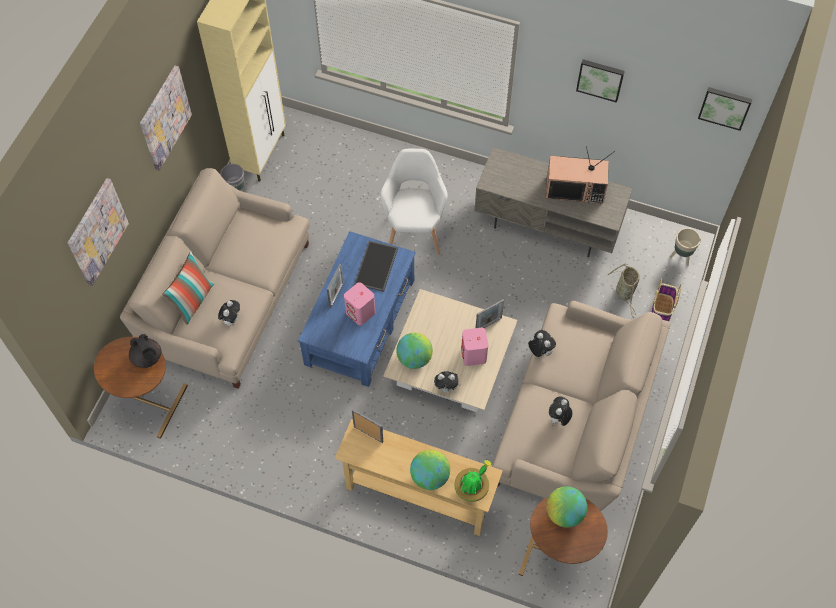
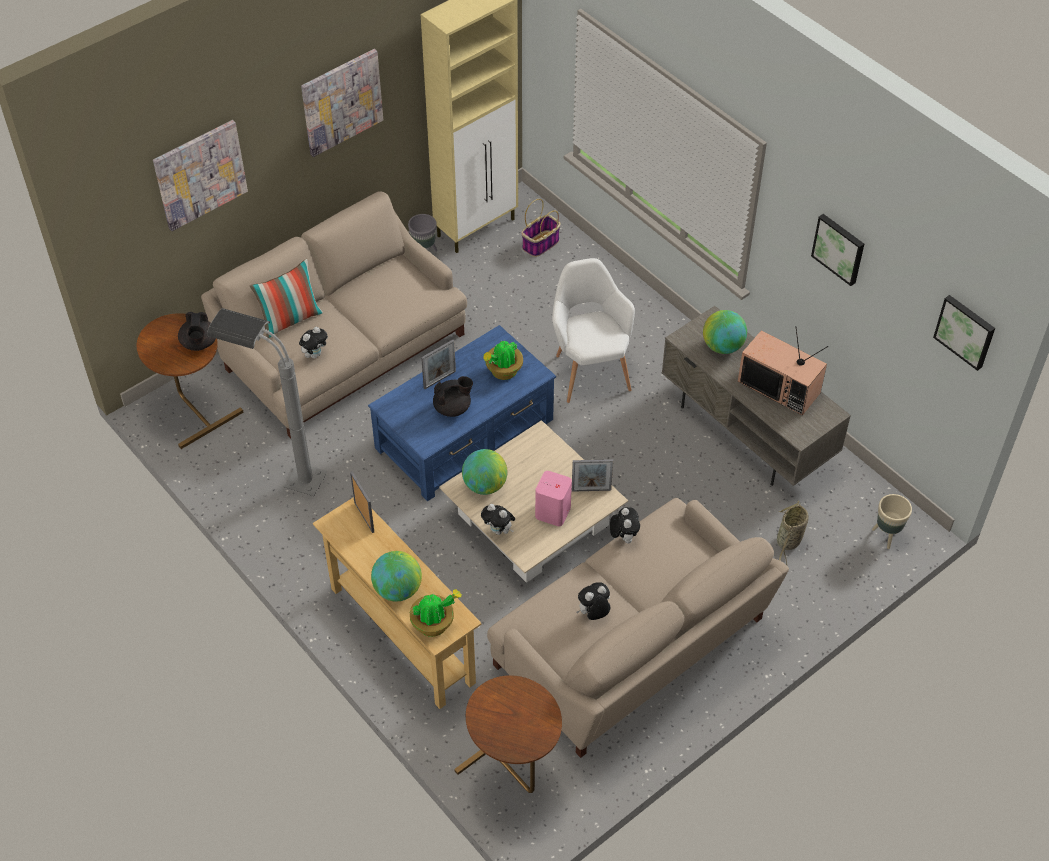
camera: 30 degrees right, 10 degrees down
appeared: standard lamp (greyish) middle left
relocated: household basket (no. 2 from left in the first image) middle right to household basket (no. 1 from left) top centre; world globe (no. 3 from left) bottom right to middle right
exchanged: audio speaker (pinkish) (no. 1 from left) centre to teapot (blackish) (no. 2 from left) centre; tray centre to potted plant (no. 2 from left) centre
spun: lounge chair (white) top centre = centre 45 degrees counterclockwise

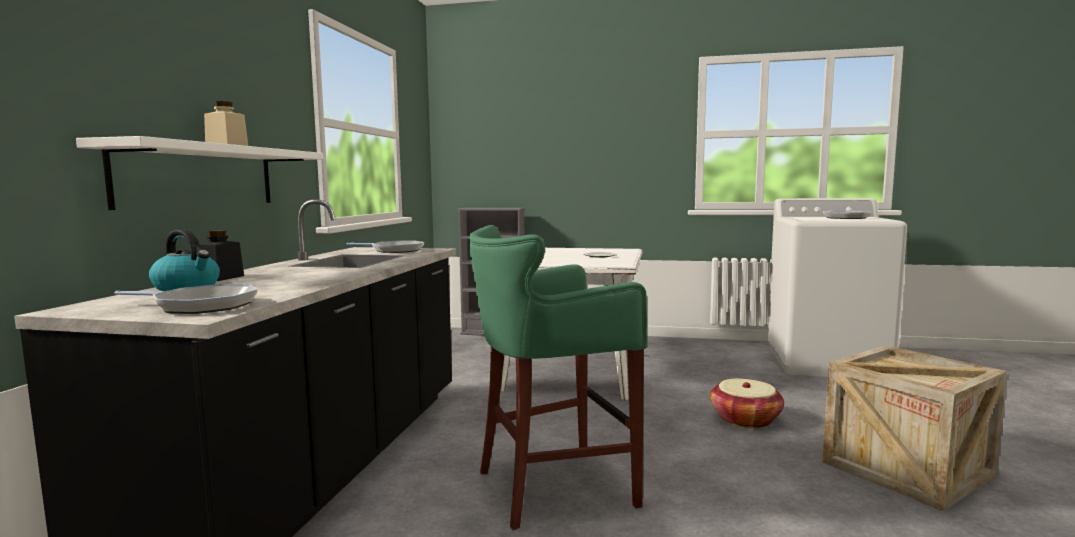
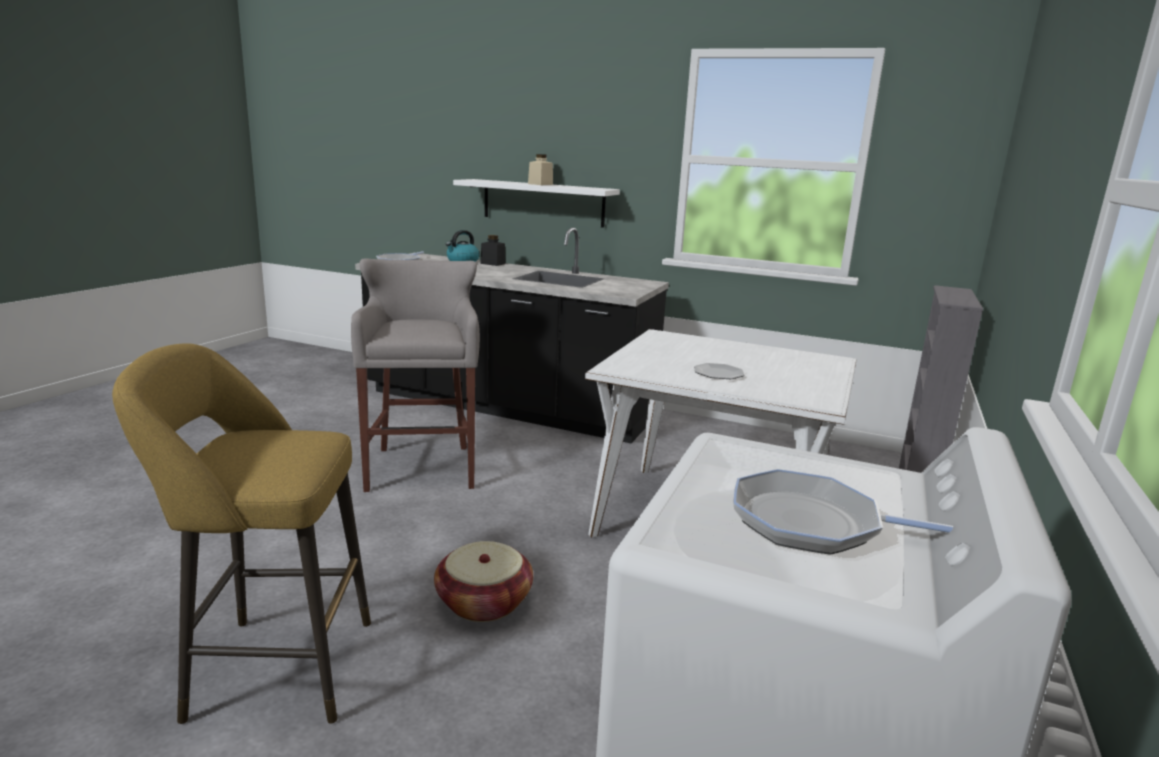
camera: 100 degrees right, 10 degrees up
missing: pan (no. 2 from left) centre
exchanged: crate bottom right to stool seat (yellowish) bottom left
colour: stool seat (green-coloured) bottom centre to stool seat (greyish) centre

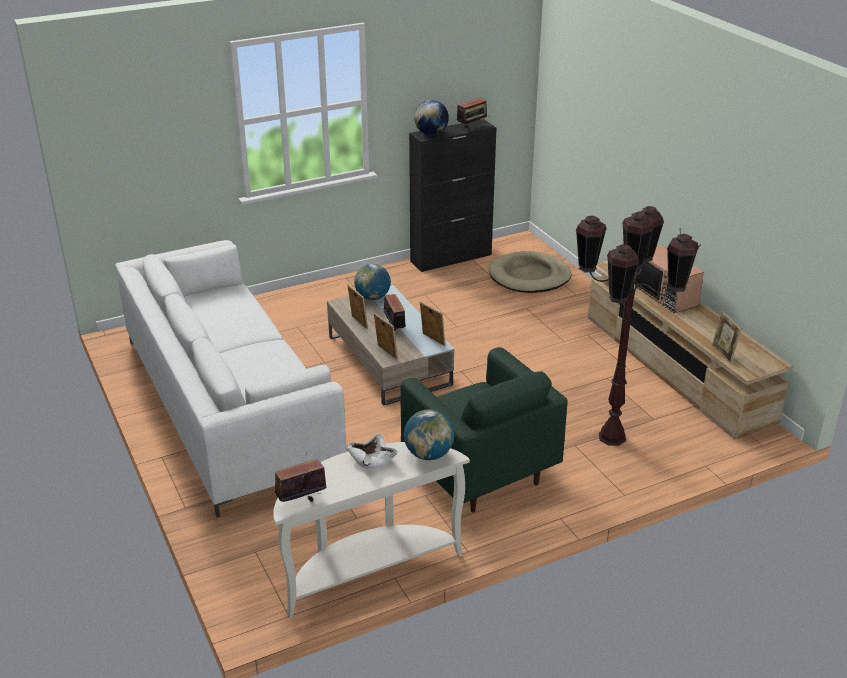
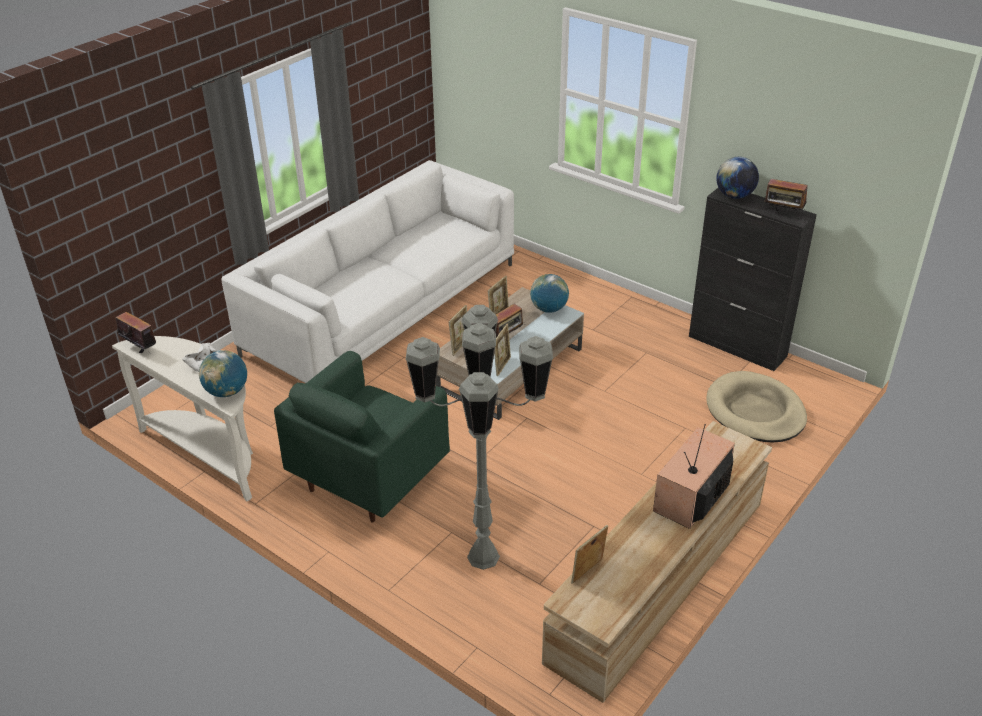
camera: 65 degrees right, 5 degrees up
colour: standard lamp (brown) middle right to standard lamp (greyish) centre

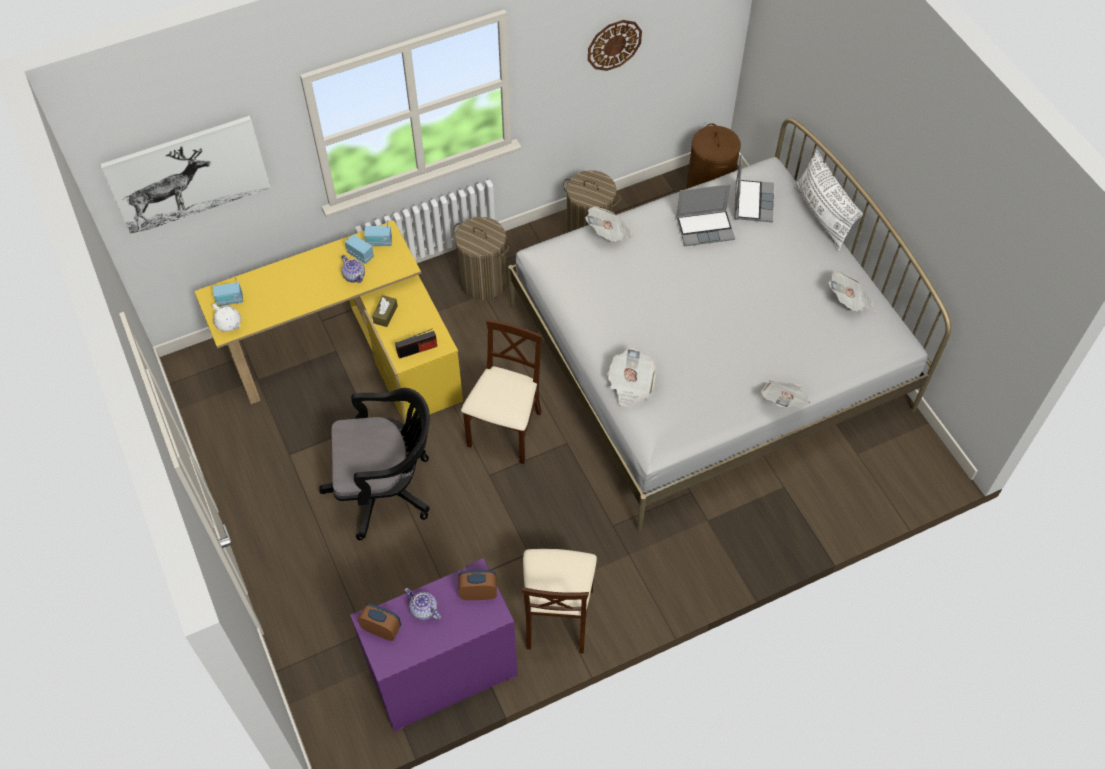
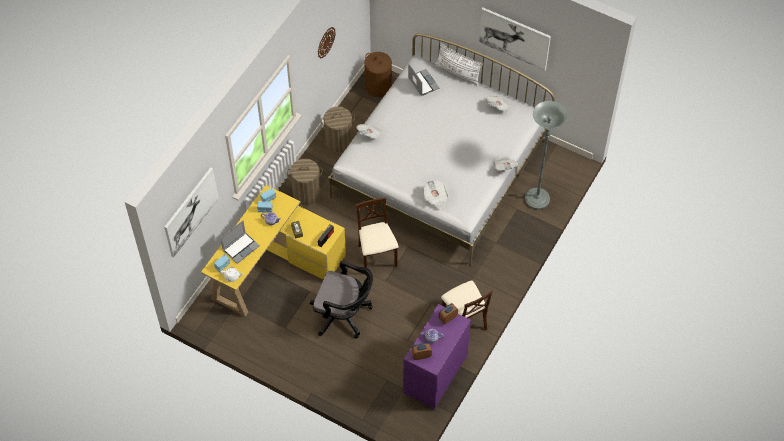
camera: 35 degrees left, 0 degrees up
appeared: picture (no. 2 from left) top centre; standard lamp (greyish) middle right
relocated: notebook computer (no. 1 from left) top centre to middle left
spun: desk chair (blackish) centre = bottom centre 60 degrees clockwise

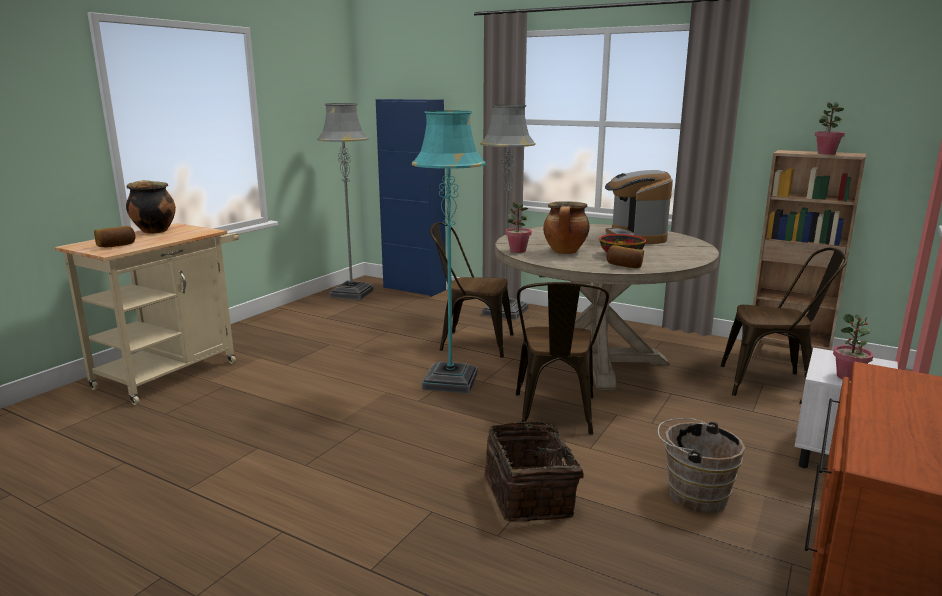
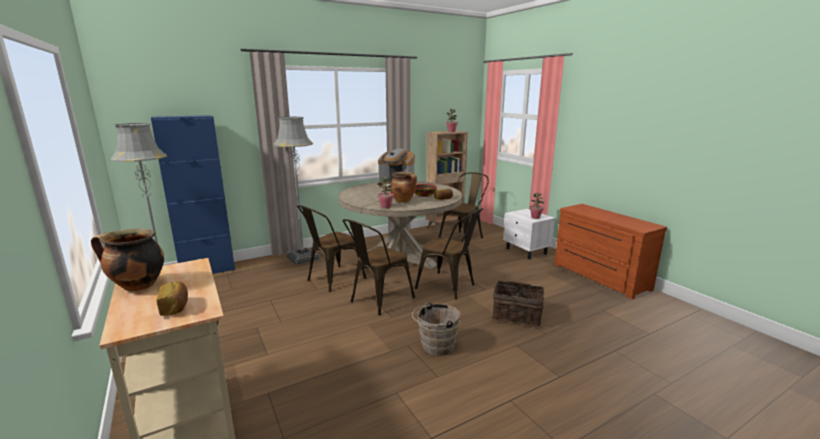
camera: 60 degrees left, 0 degrees up
relocated: water bucket (brown) bottom right to bottom centre
exchanged: standard lamp (turquoise) centre to upright chair (brown) (no. 2 from left) centre

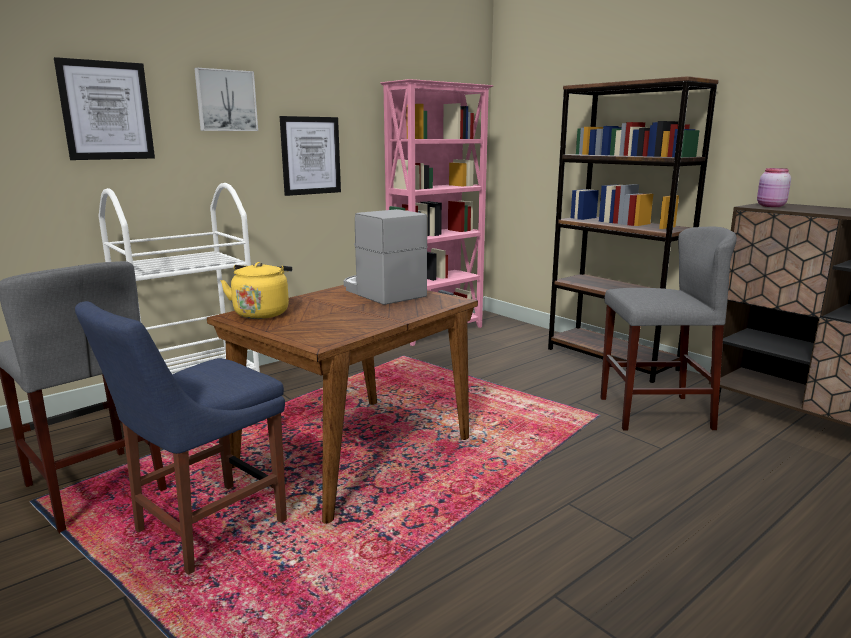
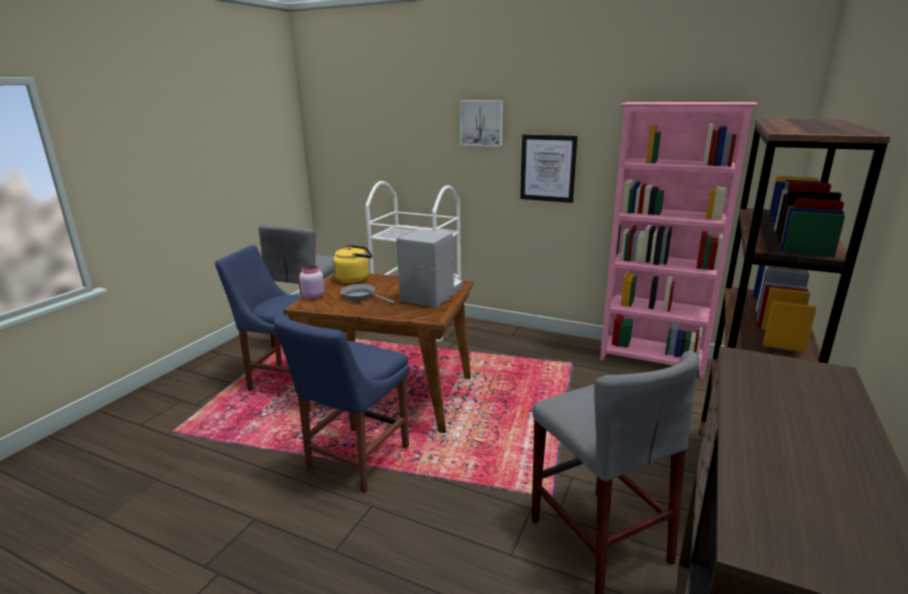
camera: 65 degrees right, 5 degrees up
missing: picture (no. 1 from left) top left
appeared: upright chair (bluish) (no. 2 from left) bottom centre; pan (greyish) centre
relocated: jar (pinkish) top right to centre

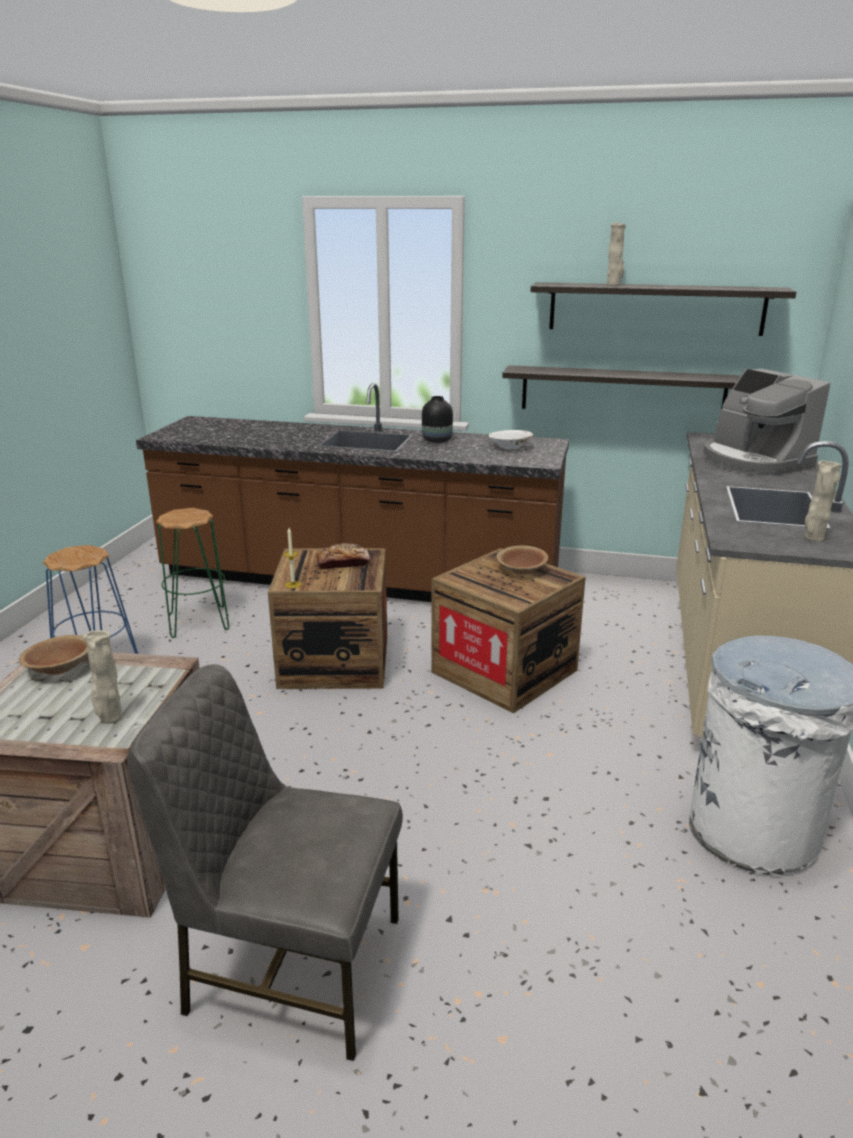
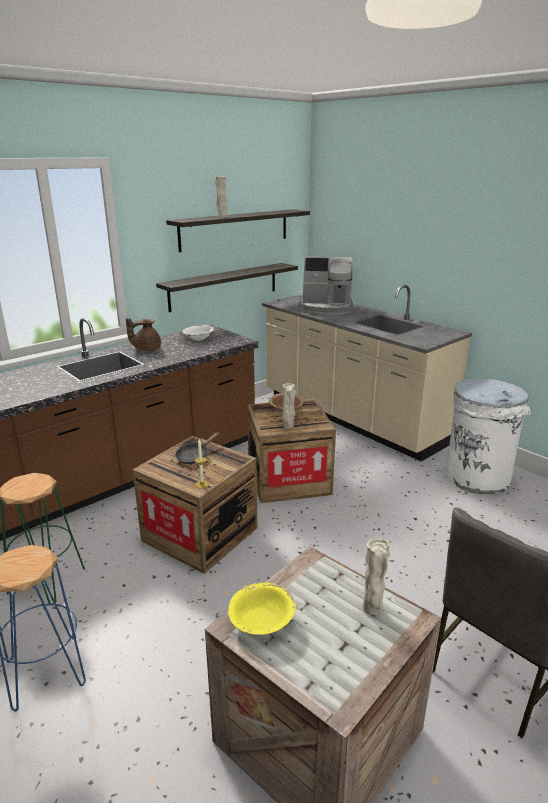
camera: 55 degrees left, 0 degrees up
relocated: flower vase (beige-coloured) (no. 3 from left in the first image) middle right to flower vase (beige-coloured) (no. 2 from left) centre
exchanged: flower vase (blackish) centre to teapot (brown) middle left; baked bread centre to pan (blackish) centre
colour: deep dish (brown) (no. 1 from left) middle left to deep dish (yellowish) bottom centre

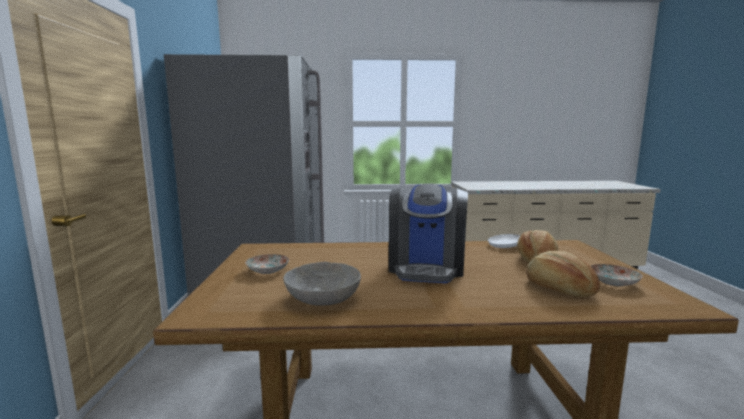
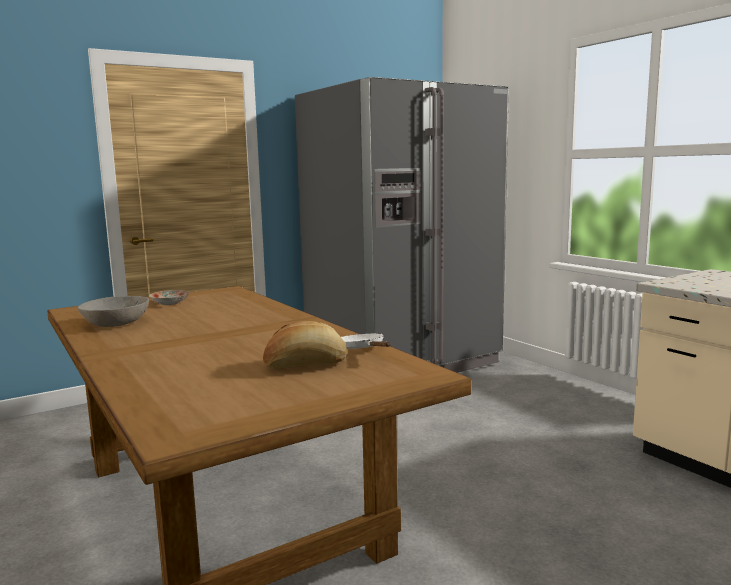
camera: 60 degrees right, 0 degrees up
missing: coffee maker centre; baked bread (no. 2 from left) middle right; flat dish (no. 2 from left) middle right

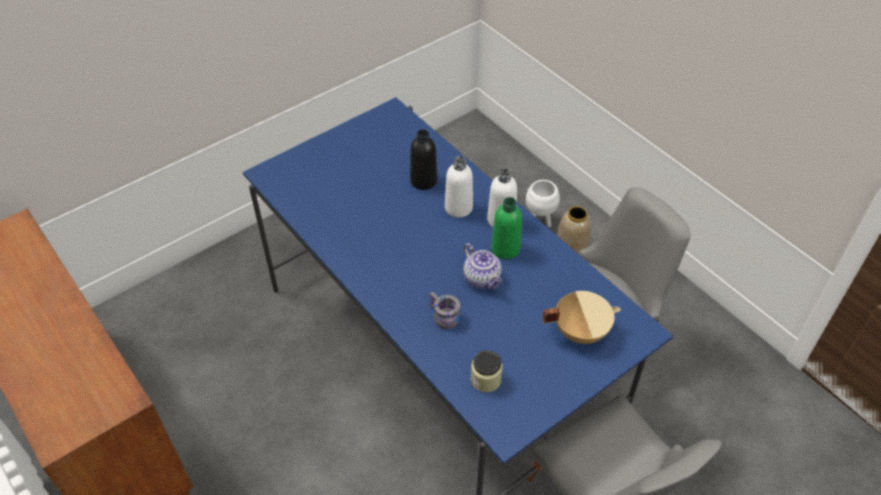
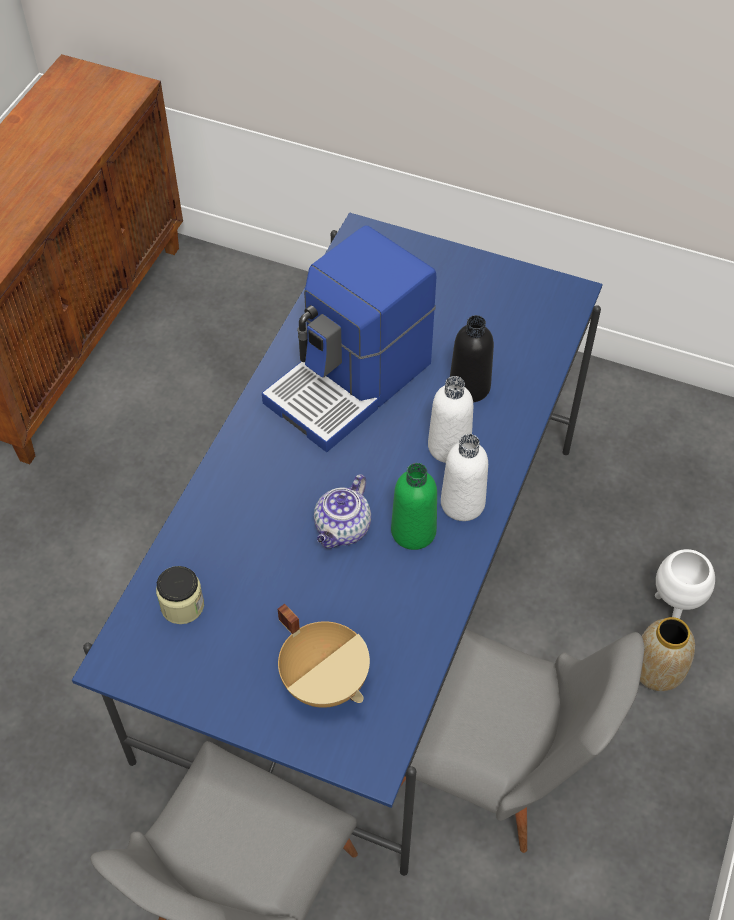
camera: 60 degrees right, 5 degrees up
missing: tea mug (greyish) centre
appeared: coffee maker centre

